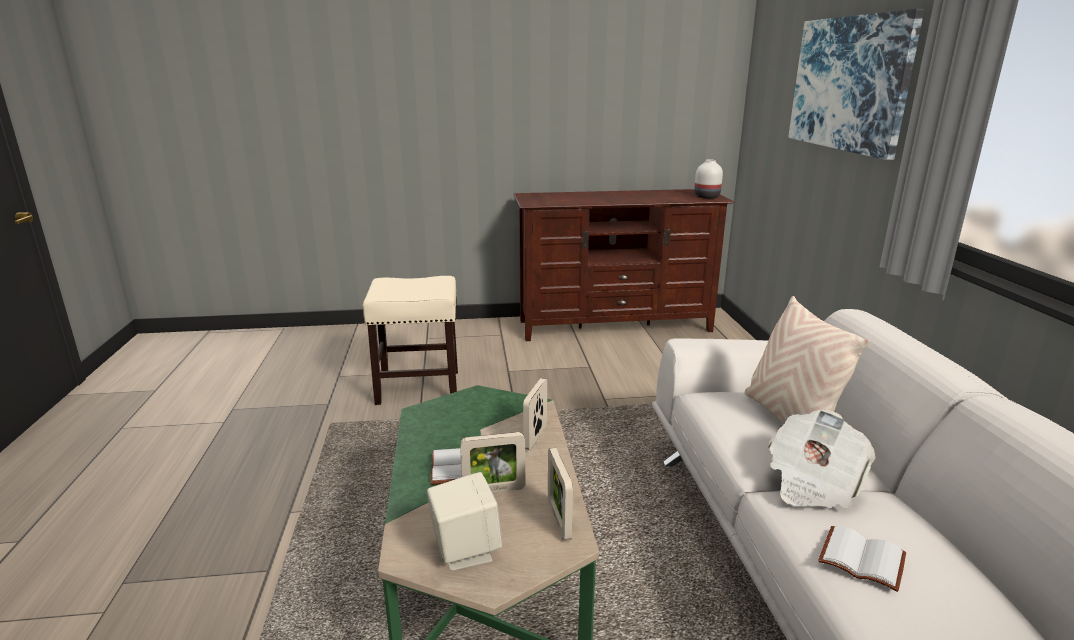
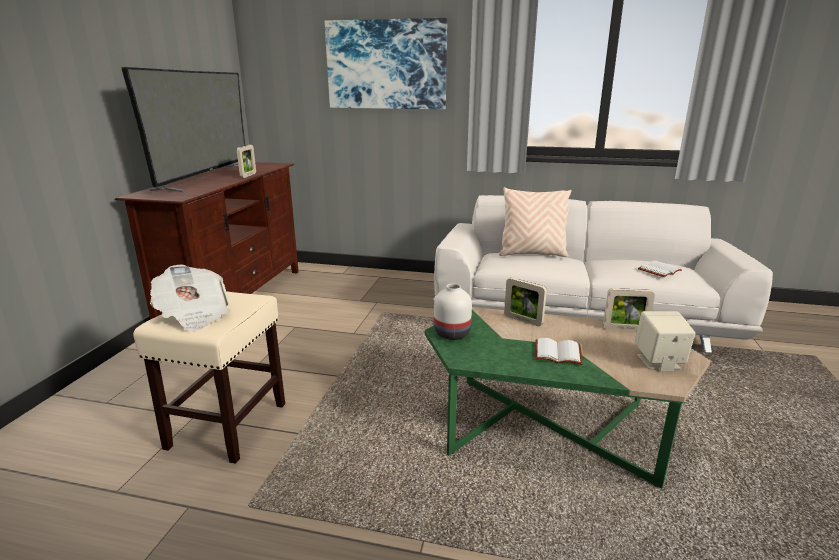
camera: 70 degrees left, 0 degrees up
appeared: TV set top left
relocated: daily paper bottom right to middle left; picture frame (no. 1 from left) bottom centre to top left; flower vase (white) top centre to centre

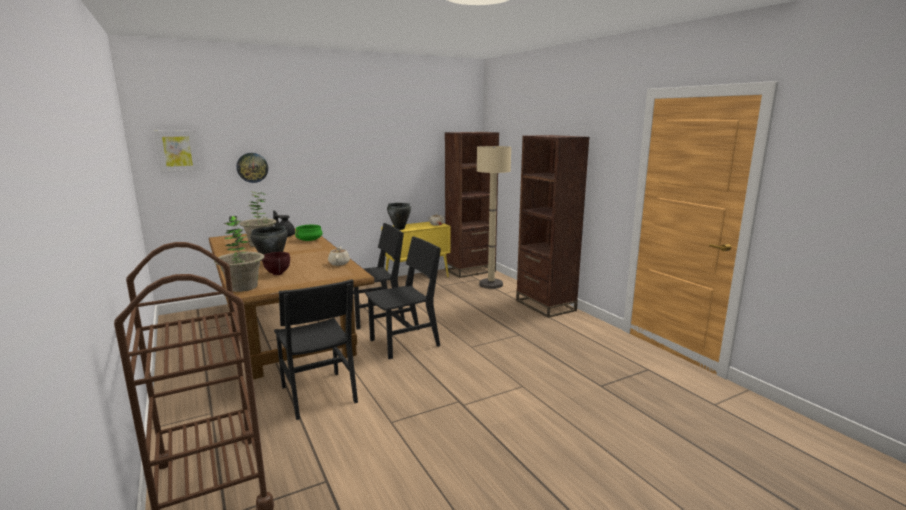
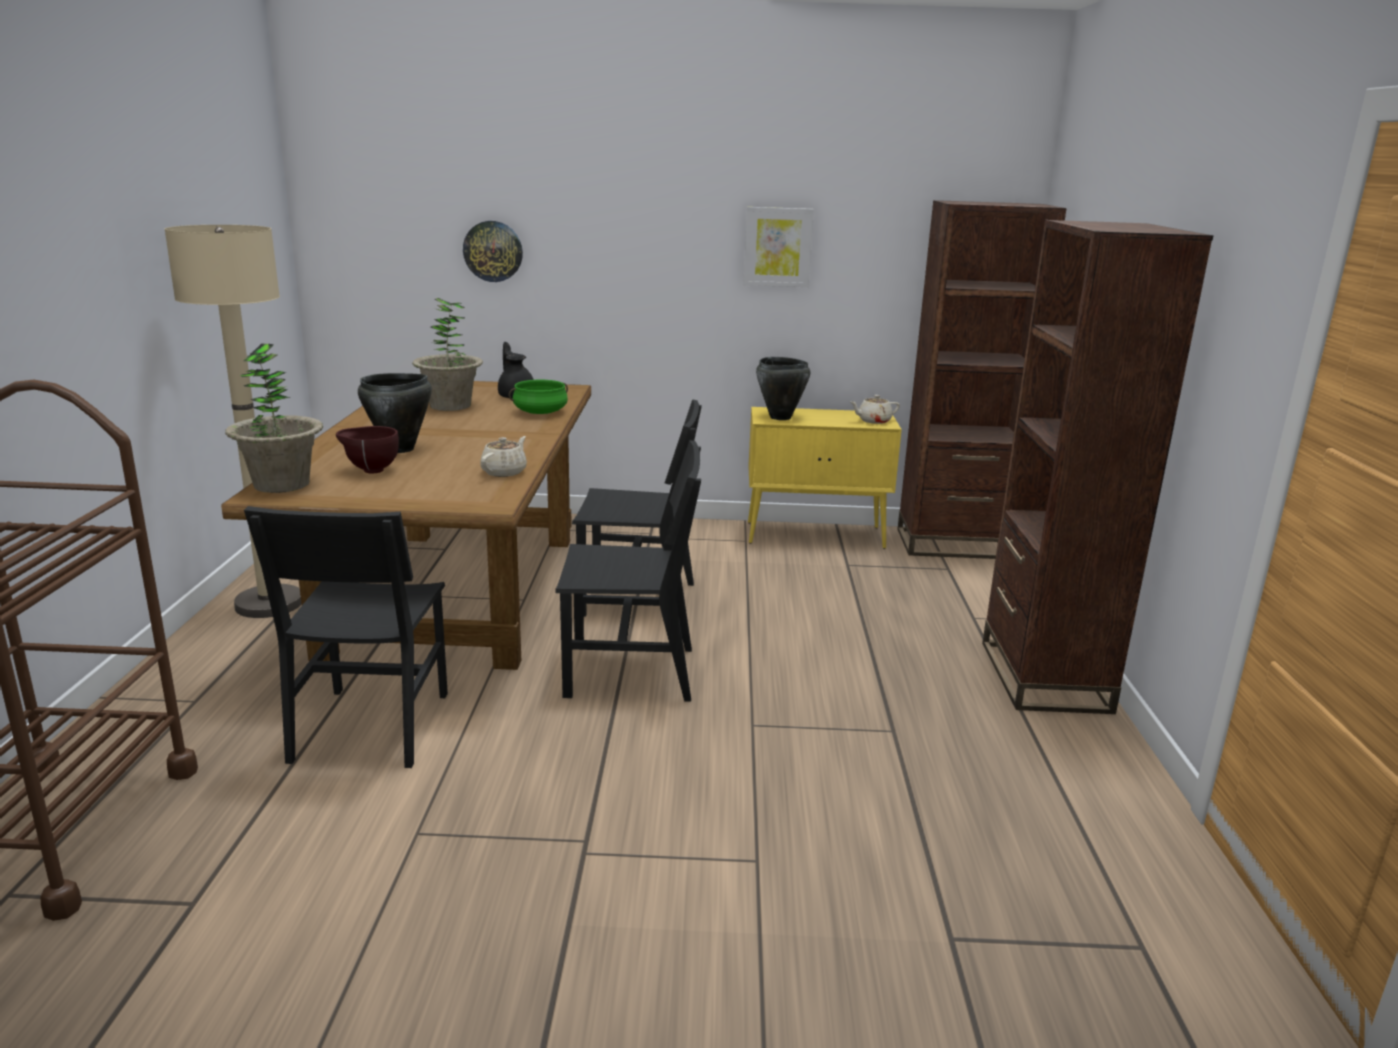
camera: 30 degrees right, 5 degrees up
relocated: standard lamp (beige-coloured) centre to middle left; picture top left to top centre

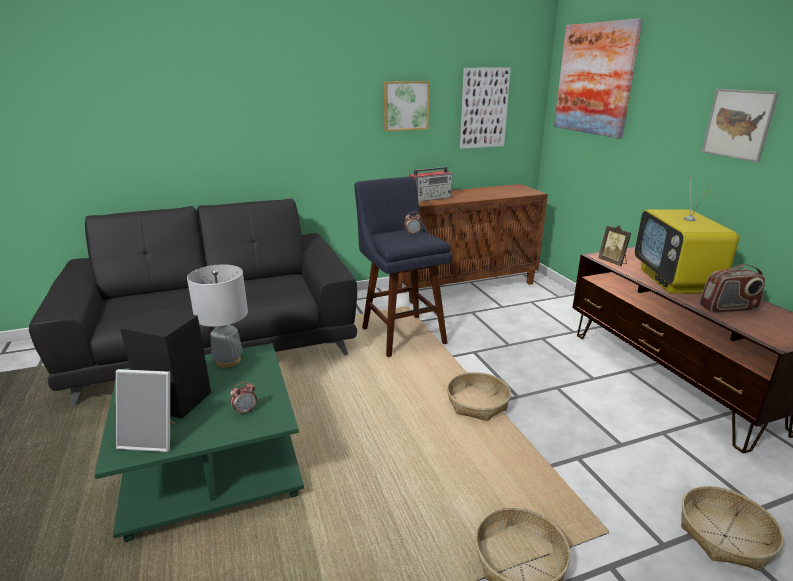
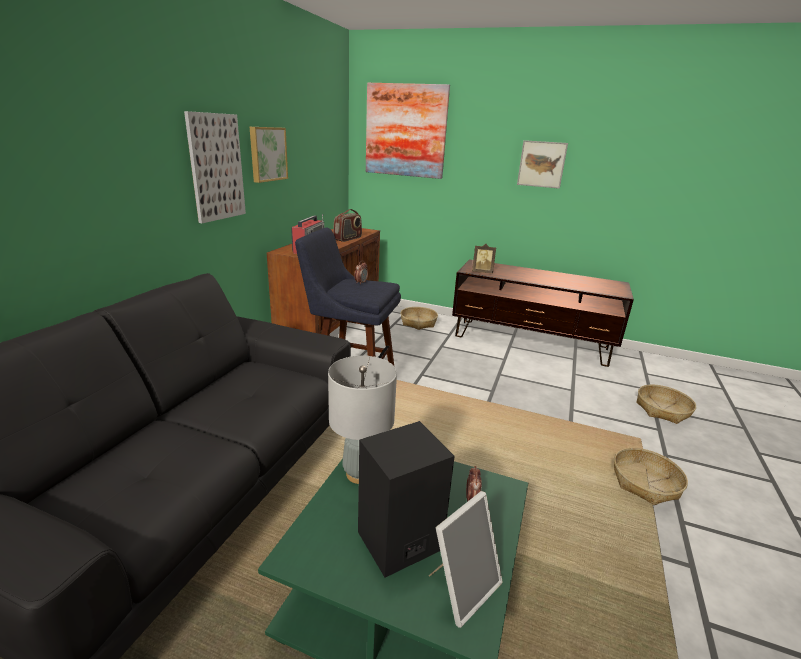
camera: 50 degrees left, 0 degrees up
missing: TV set middle right
relocated: picture (no. 2 from left in the first image) top centre to picture (no. 1 from left) top left; radio set (no. 2 from left) middle right to centre; household basket (no. 1 from left) bottom centre to centre

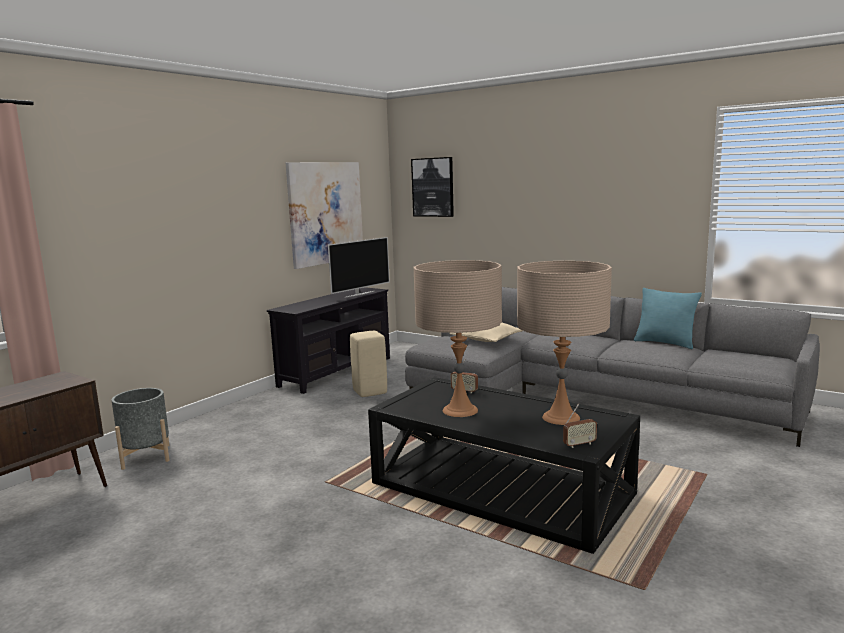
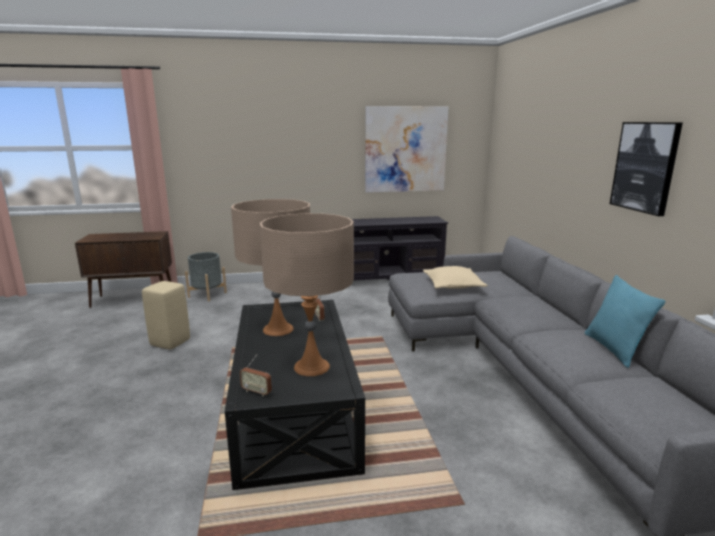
camera: 45 degrees right, 5 degrees up
missing: TV set centre
relocated: stool seat (beige-coloured) centre to middle left; picture (no. 2 from left) top centre to top right

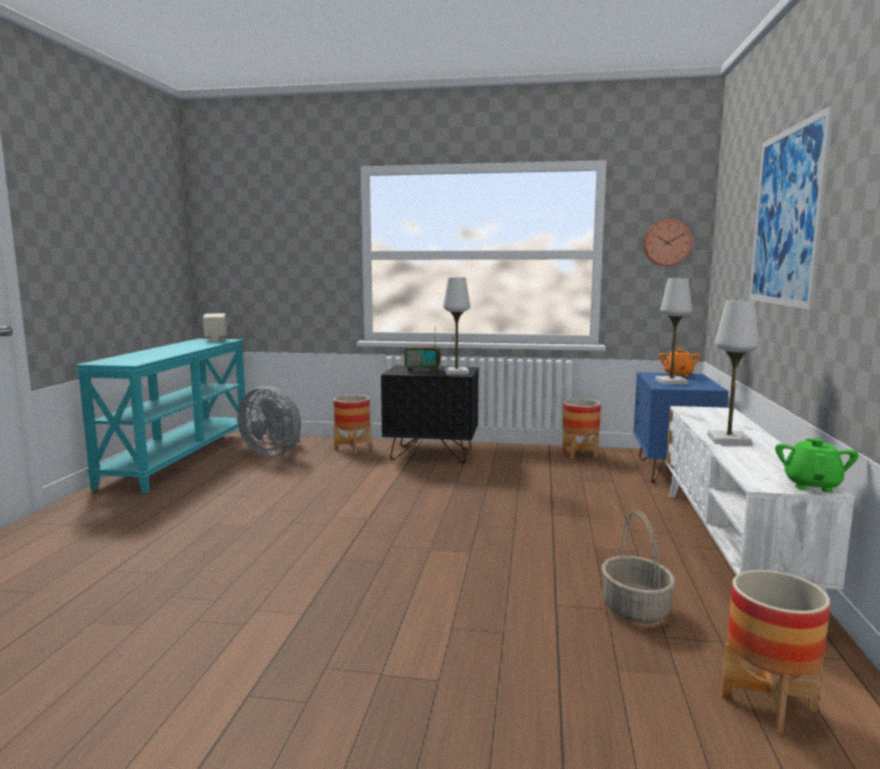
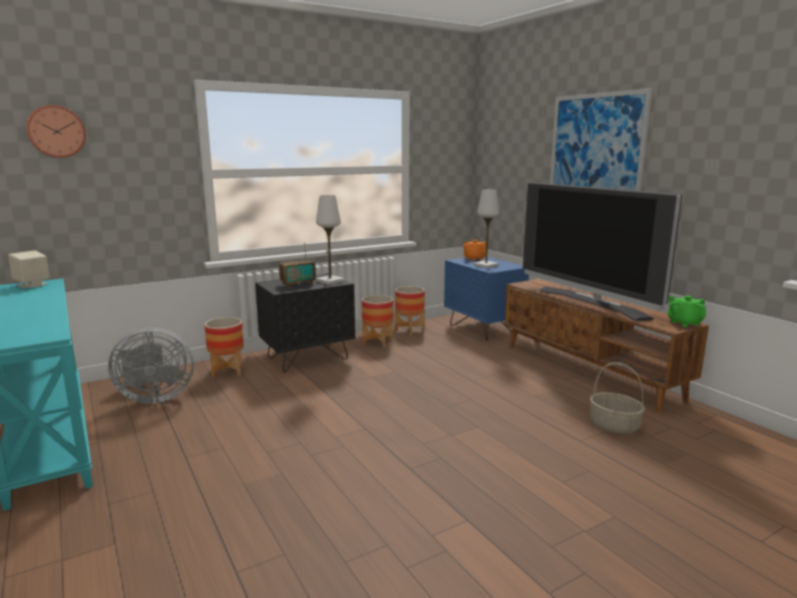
camera: 40 degrees left, 5 degrees up
relocated: clock on the wall top right to top left; plant pot (no. 3 from left in the first image) bottom right to plant pot (no. 2 from left) centre
exchanged: lamp for a table (white) (no. 3 from left) middle right to TV set middle right
colour: tv stand (white) middle right to tv stand (brown) middle right

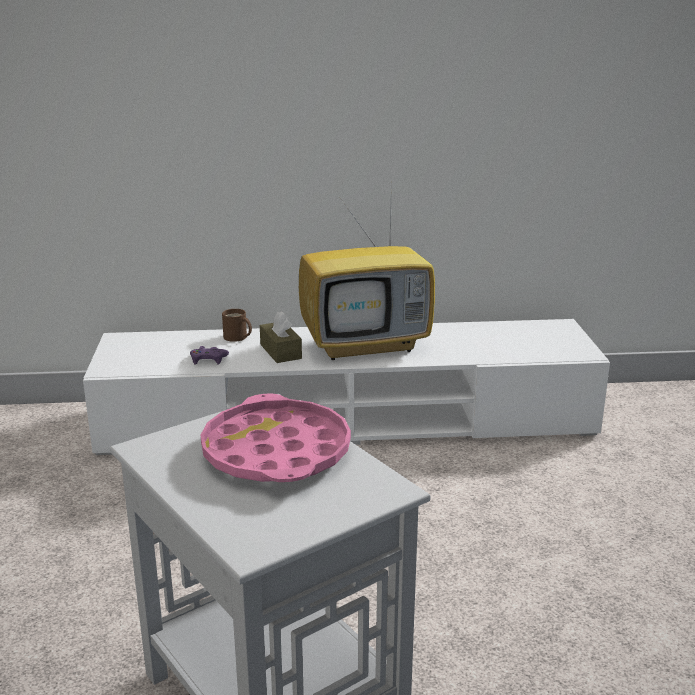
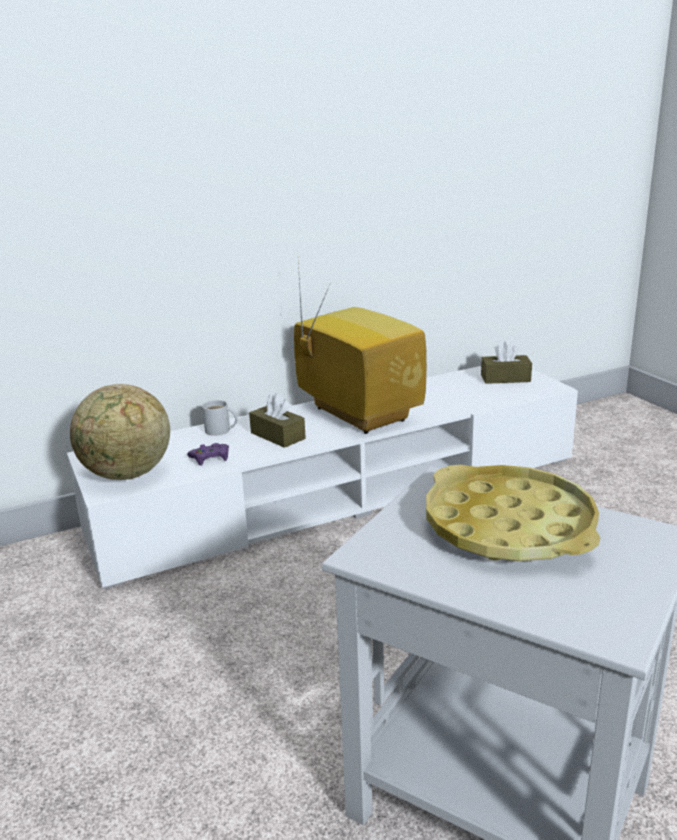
camera: 20 degrees left, 0 degrees up
appeared: world globe middle left; tissue box (brown) (no. 2 from left) middle right
colour: tea mug (brown) centre to tea mug (white) middle left; tray (pinkish) centre to tray (yellowish) middle right
spun: TV set centre = centre 90 degrees counterclockwise

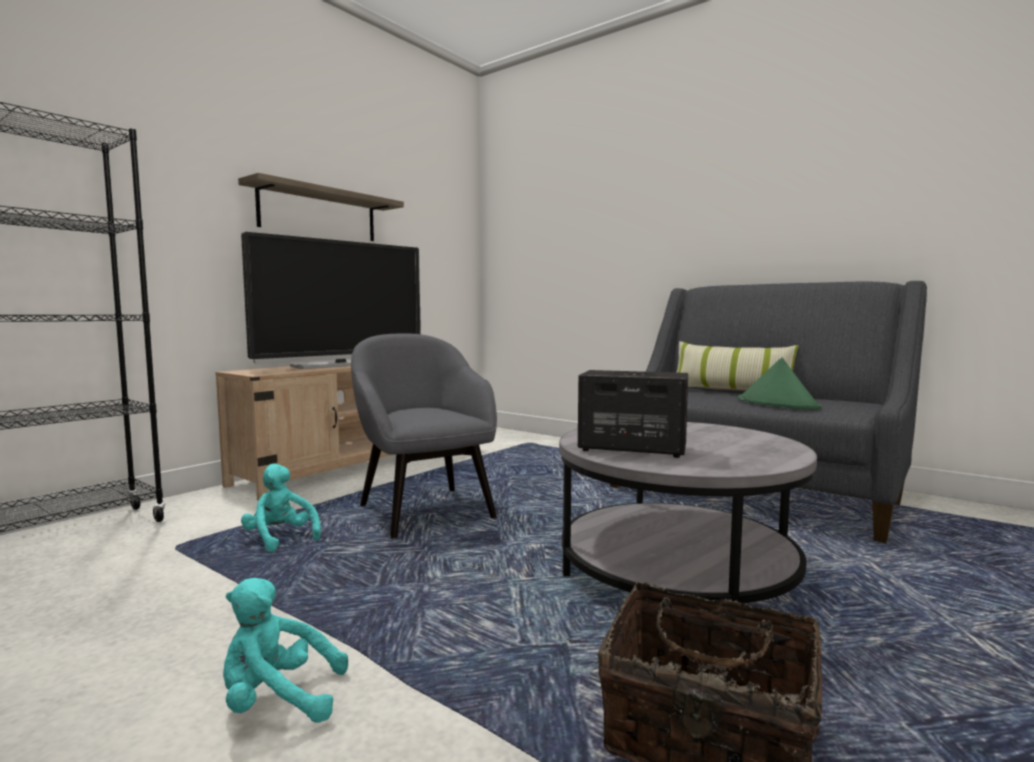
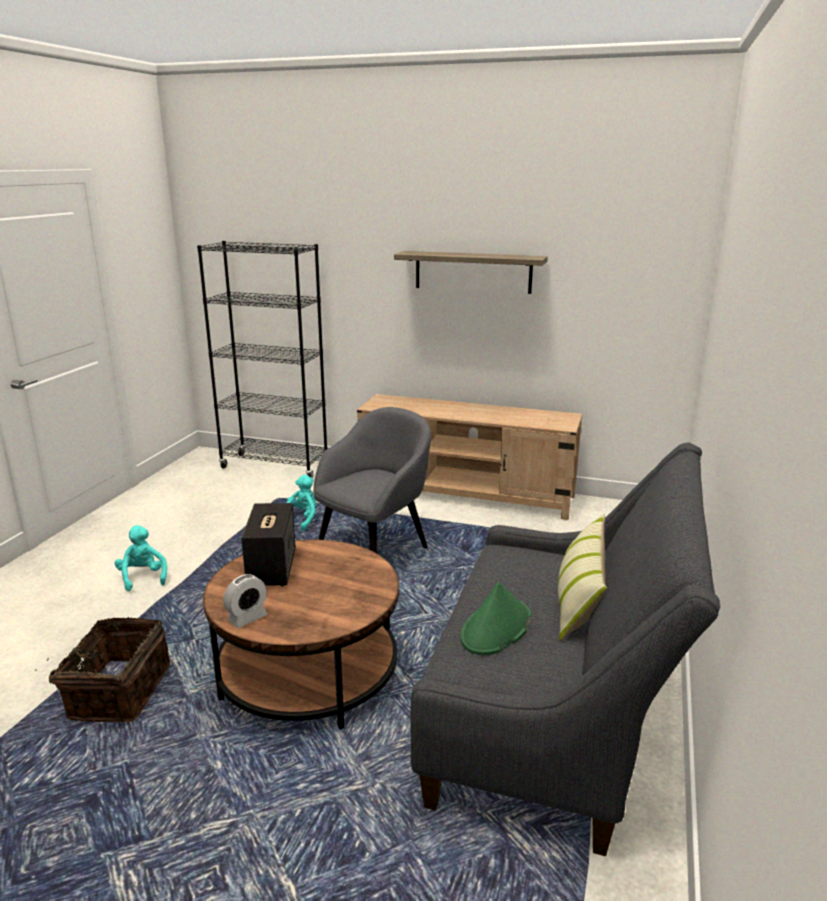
camera: 70 degrees right, 15 degrees up
missing: TV set middle left
appeared: alarm clock bottom left
colour: lounge table (greyish) bottom centre to lounge table (brown) bottom centre

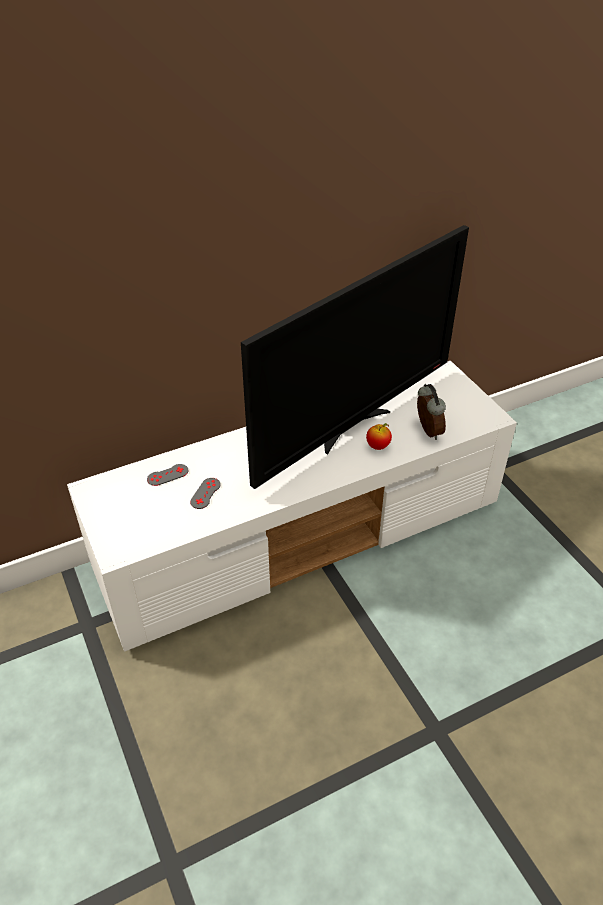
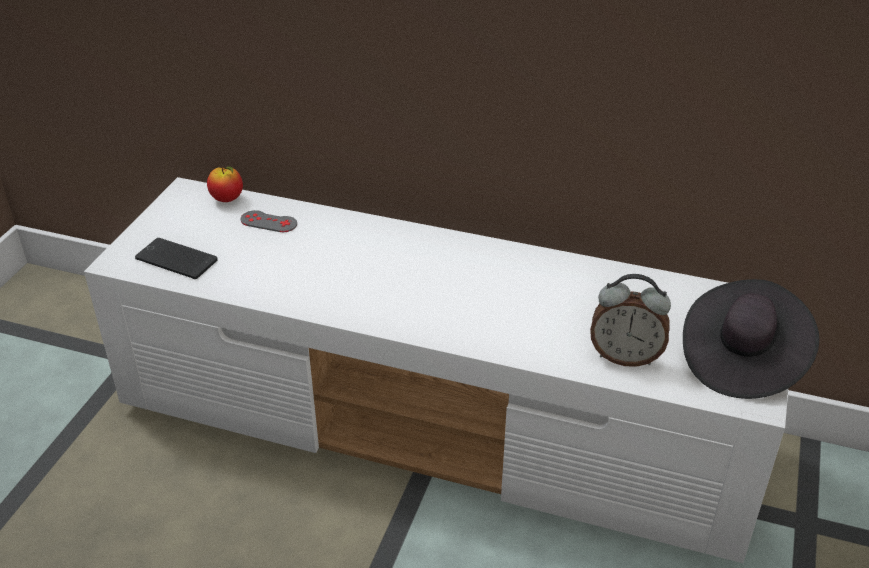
camera: 45 degrees right, 5 degrees down
missing: joypad (greyish) (no. 2 from left) centre; TV set centre
appeared: handset middle left; wearable hat (blackish) middle right
relocated: whole apple centre to top left
spun: alarm clock middle right = middle right 75 degrees clockwise

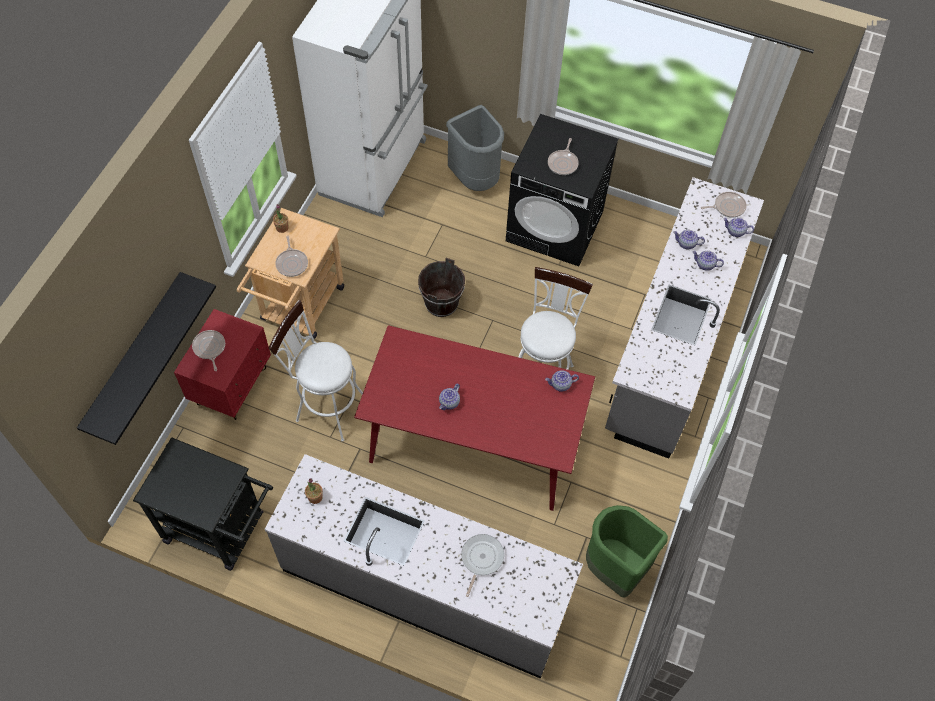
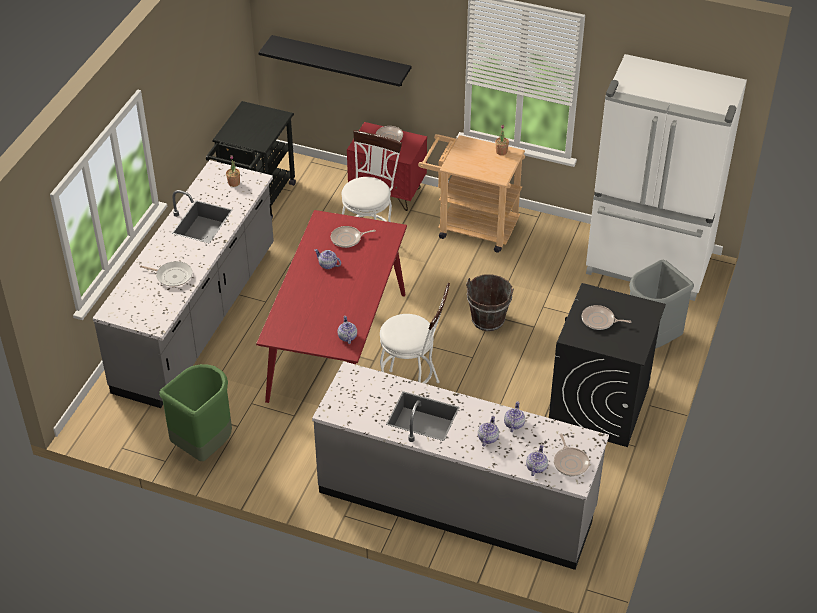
camera: 90 degrees right, 15 degrees down
relocated: pan (no. 2 from left) middle left to centre

